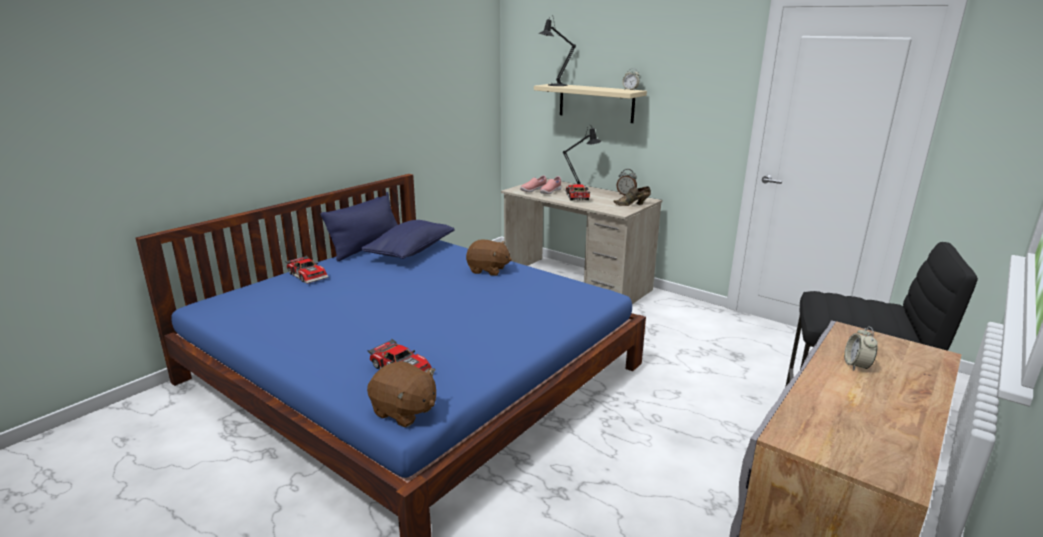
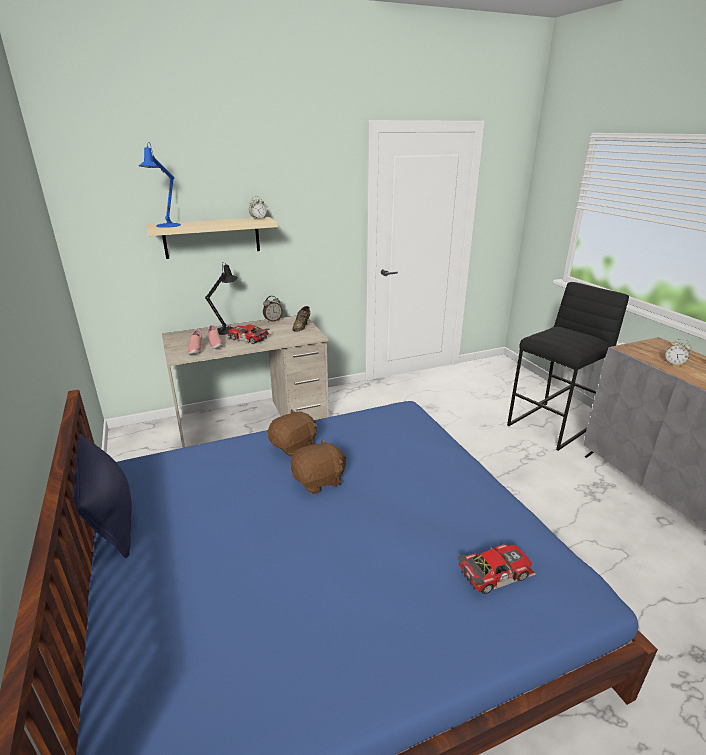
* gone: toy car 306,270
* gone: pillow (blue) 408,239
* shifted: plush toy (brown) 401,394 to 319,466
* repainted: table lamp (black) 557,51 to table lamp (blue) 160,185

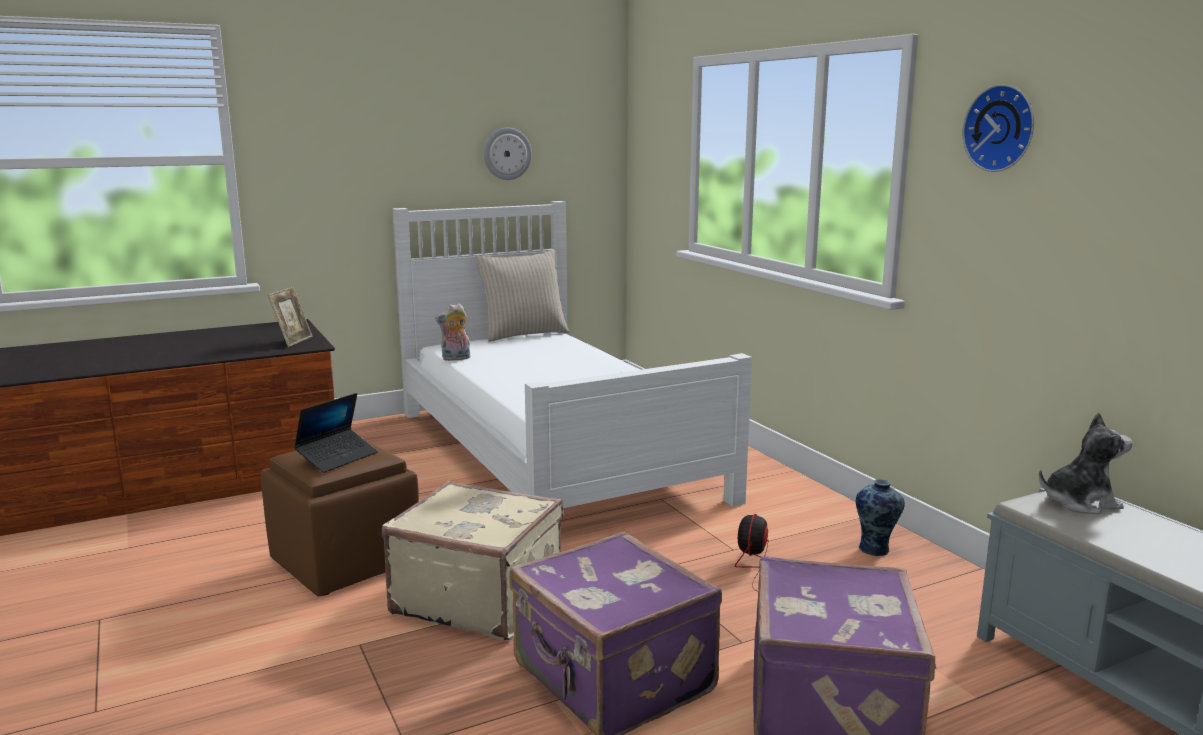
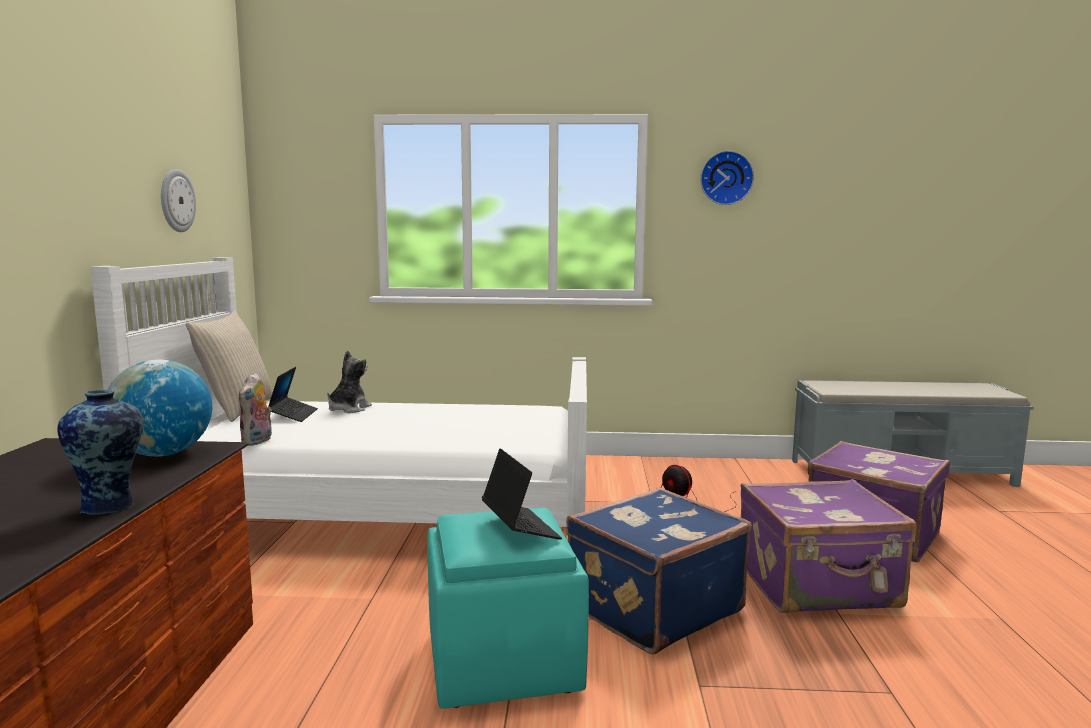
* new: laptop 293,394
* shifted: vase 880,517 to 100,452
* shifted: plush toy 1085,463 to 349,381
* swapped: picture frame 290,317 to globe 160,408
* repainted: ottoman (brown) 340,517 to ottoman (turquoise) 508,608
* repainted: suitcase (beige) 473,560 to suitcase (blue) 659,570

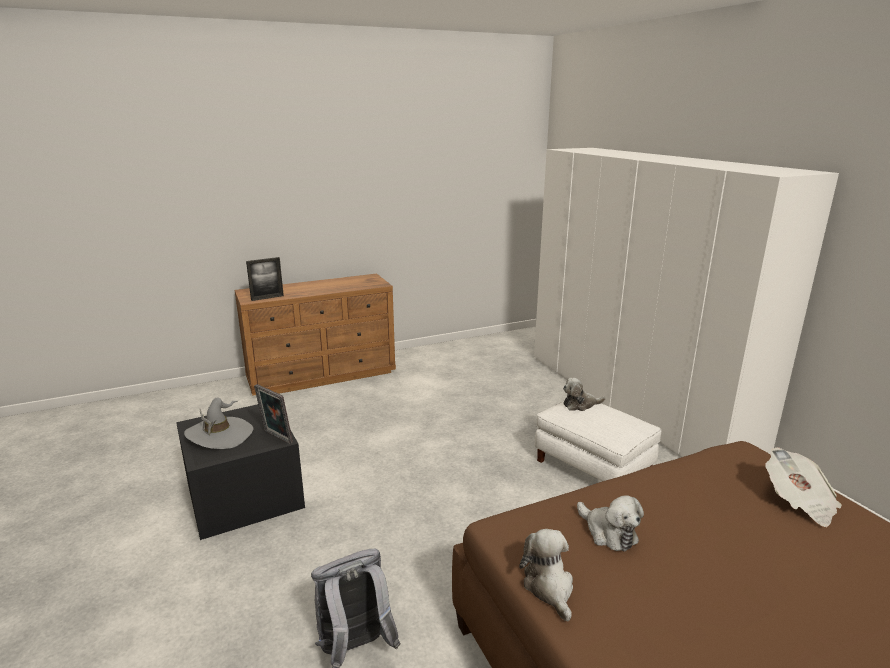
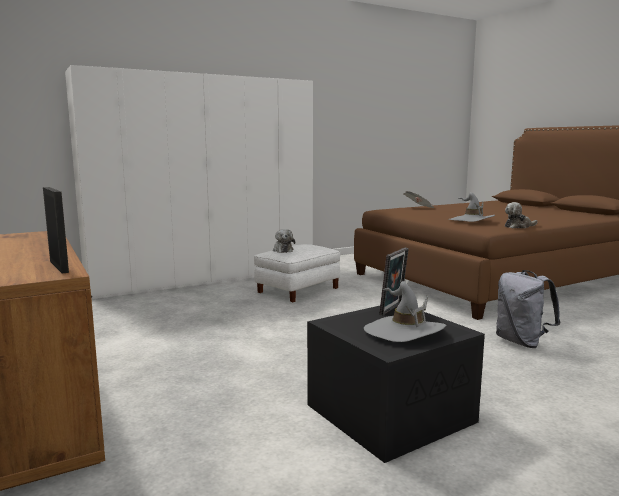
* swapped: plush toy 610,523 to hat (grey) 472,207

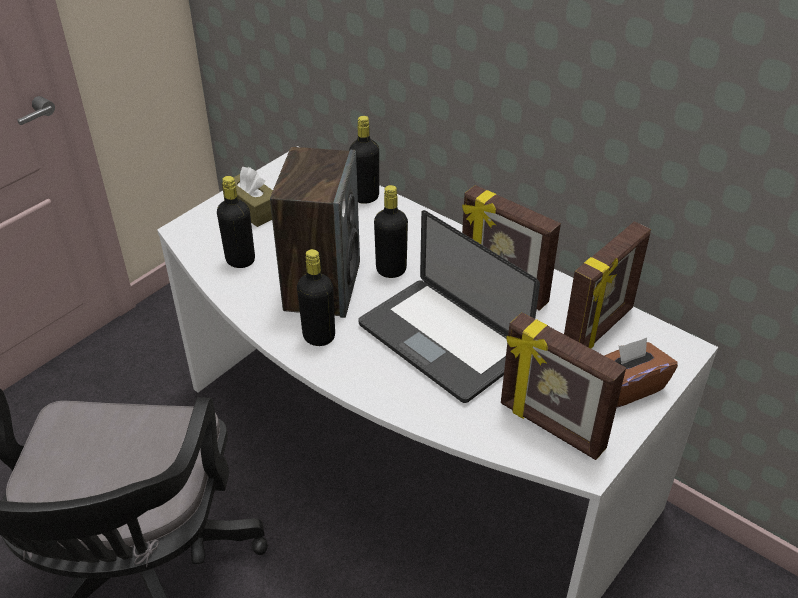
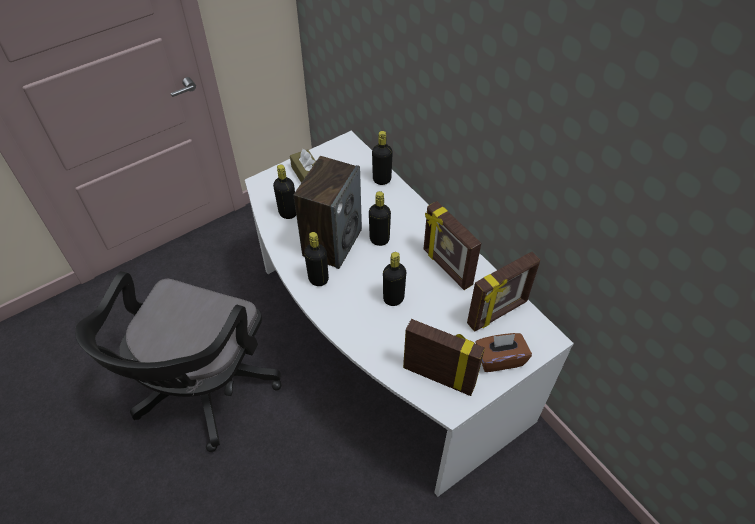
* swapped: laptop 449,306 to bottle (black) 394,279
* rotated: picture frame 563,386 = 444,357 150 degrees clockwise

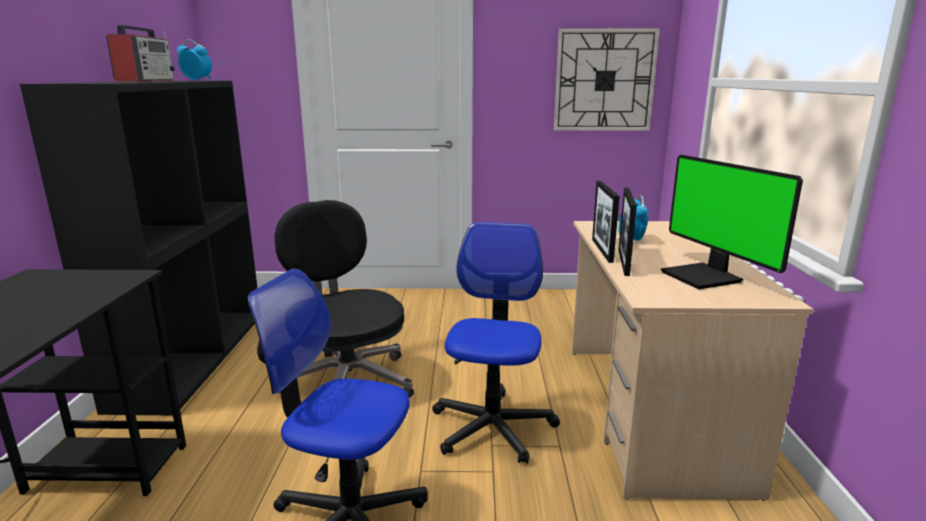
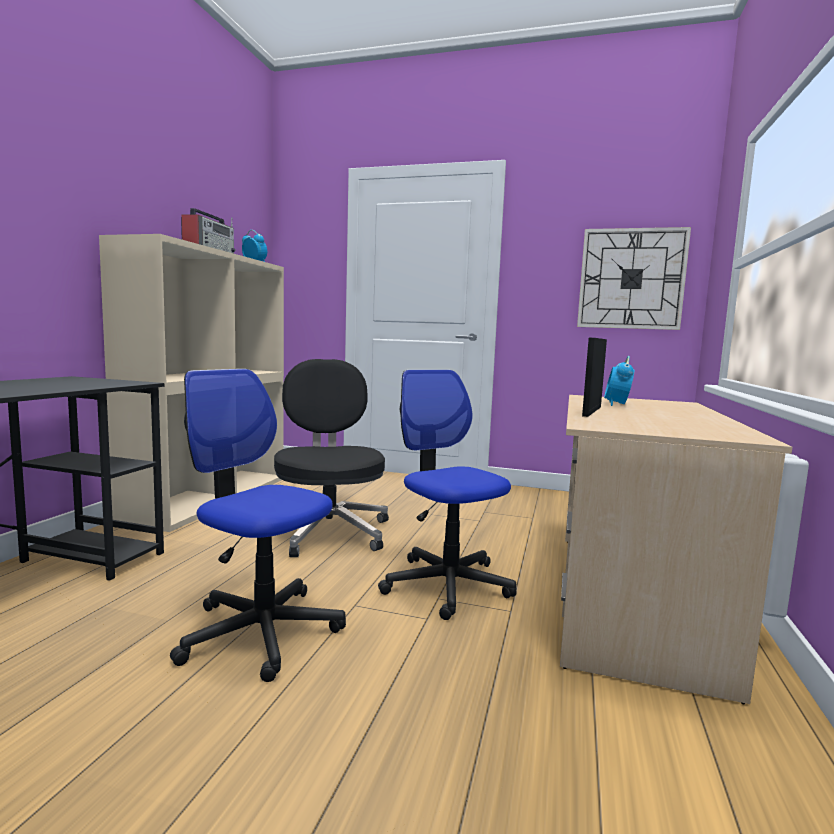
* gone: picture frame 606,222
* gone: monitor 732,222
* repainted: bookcase (black) 139,248 to bookcase (beige) 191,383
* rotated: office chair 496,343 = 447,495 60 degrees counterclockwise

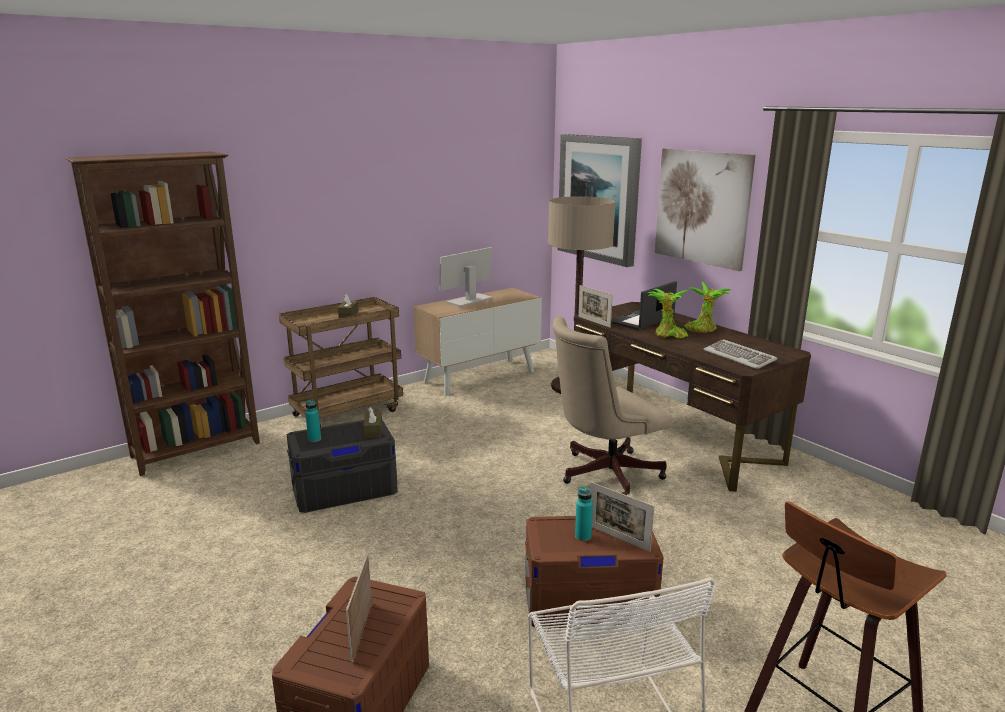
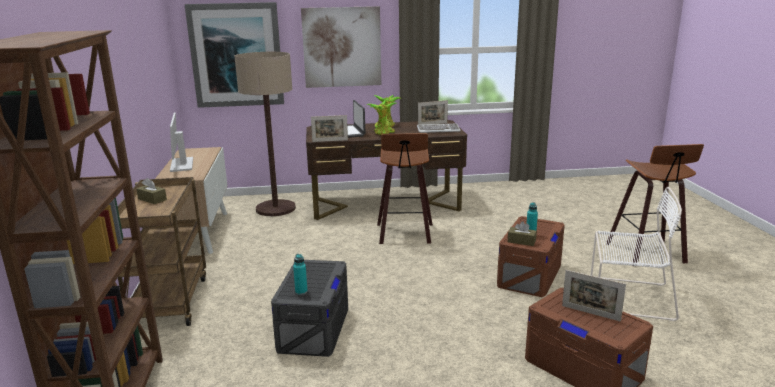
* shifted: tissue box (brown) 372,422 to 522,233
* shifted: picture frame 622,517 to 433,112
* swapped: office chair (beige) 612,406 to stool 405,188

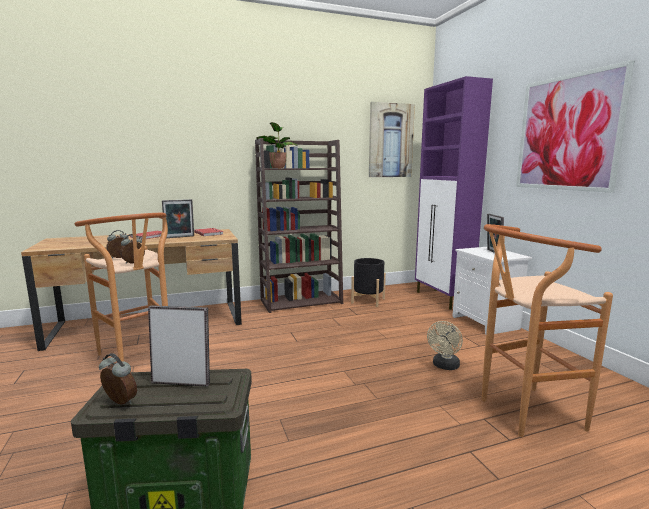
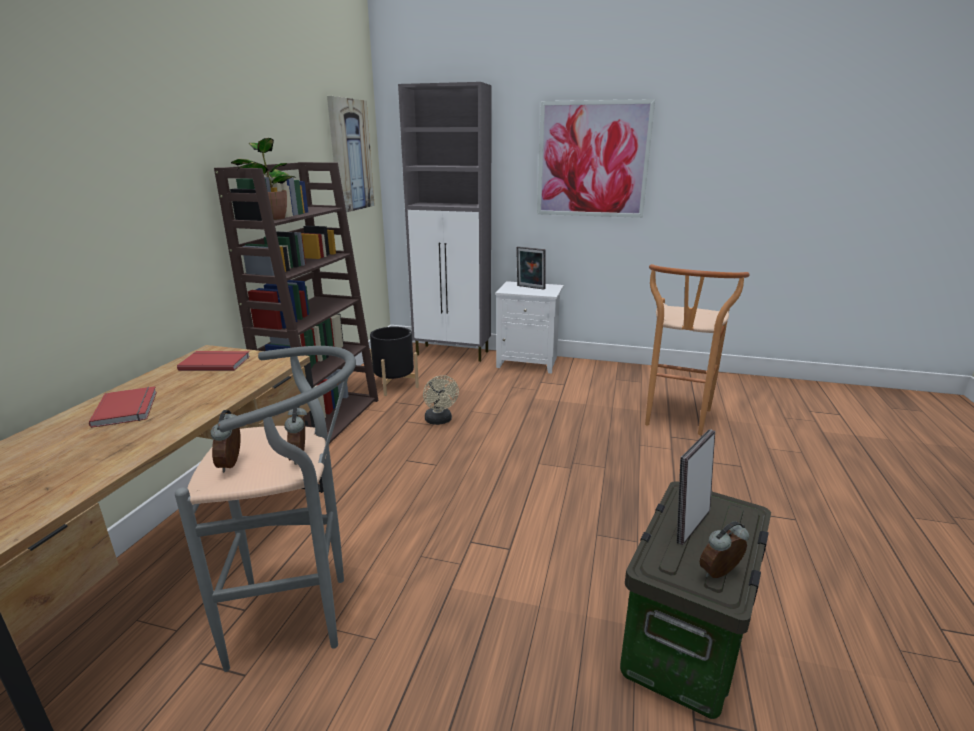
* gone: picture frame 178,218
* shifted: fan (beige) 445,345 to 441,400
* repainted: stool (brown) 121,287 to stool (grey) 265,509
* repainted: cabinet (purple) 454,193 to cabinet (grey) 445,222

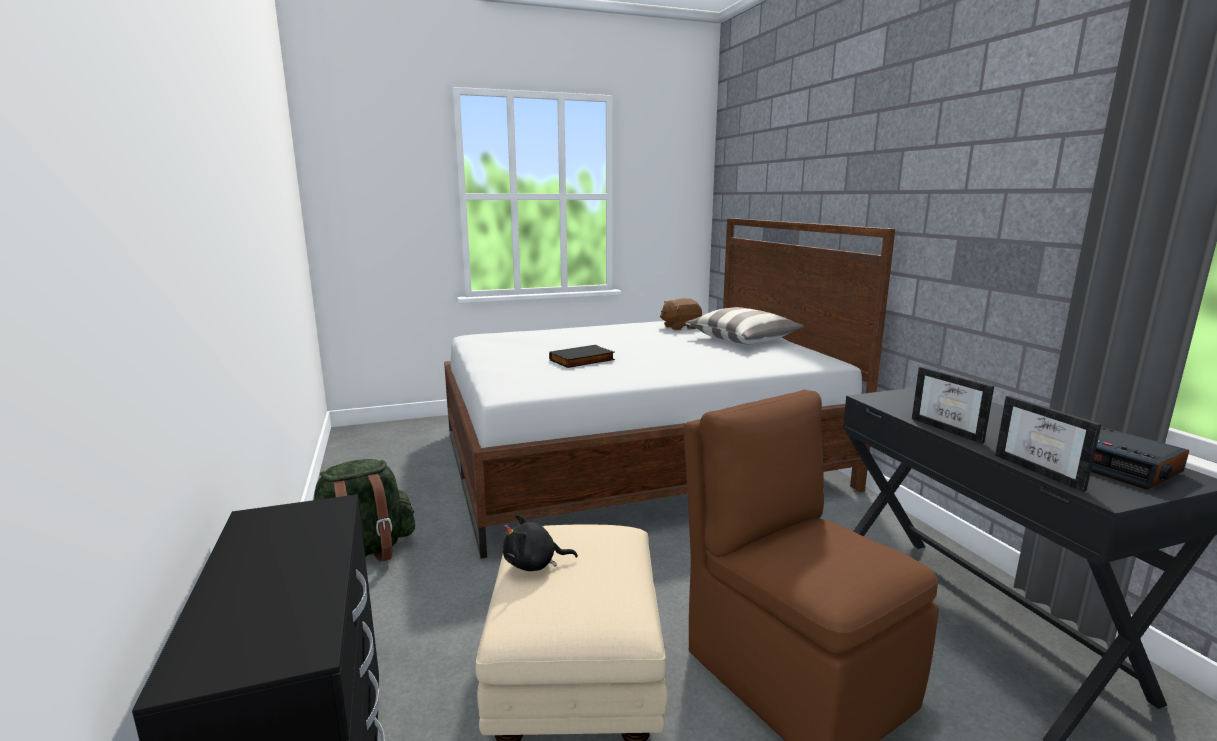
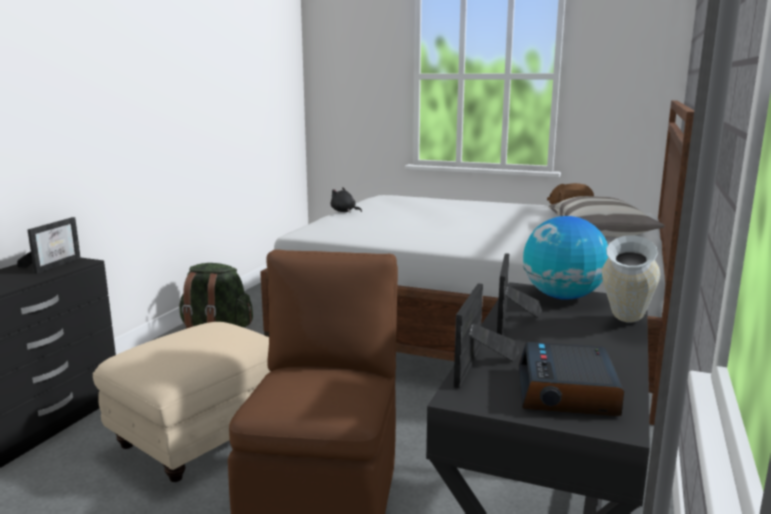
* gone: book (black) 582,356
* new: picture frame 49,245
* new: globe 565,258
* new: vase 631,279
* shifted: plush toy (black) 540,542 to 346,200

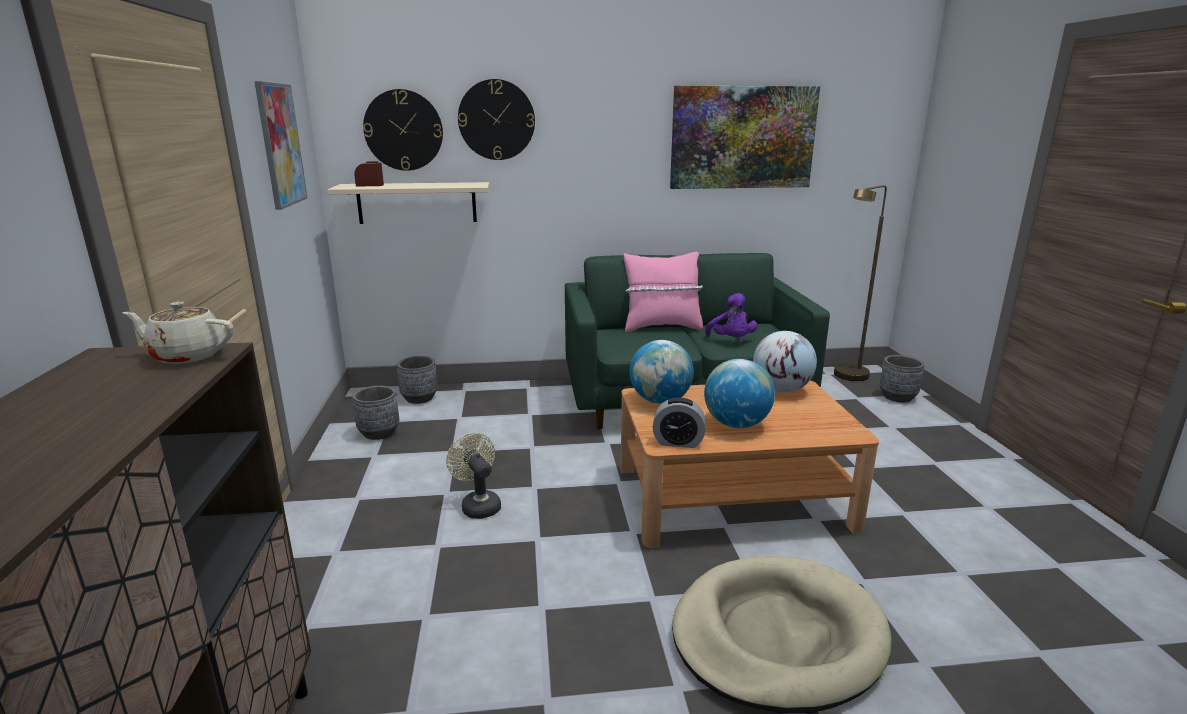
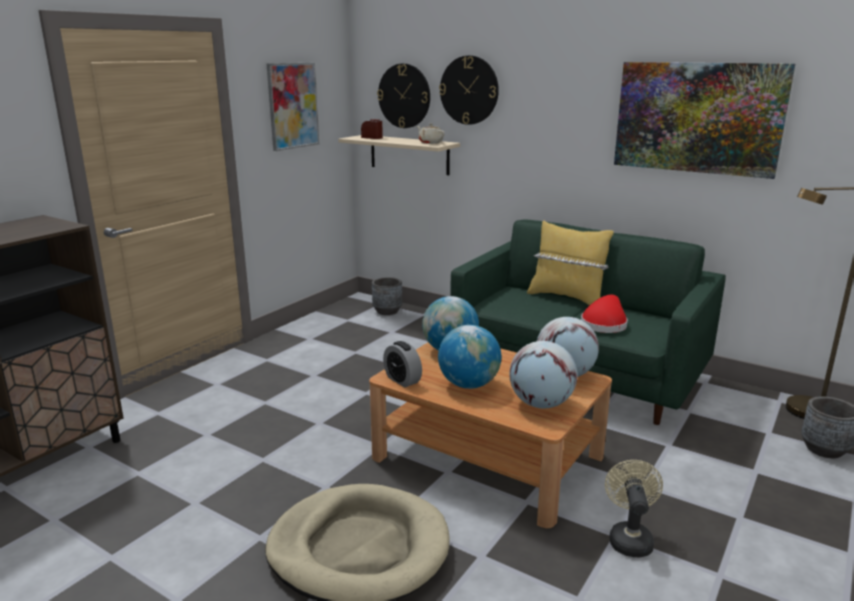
* gone: planter (grey) 375,412
* new: globe 543,374
* shifted: teapot (beige) 178,333 to 431,133
* shifted: fan (beige) 473,476 to 634,508
* swapped: plush toy (purple) 731,315 to hat (red) 604,314
* repainted: pillow (pink) 663,292 to pillow (yellow) 570,262

